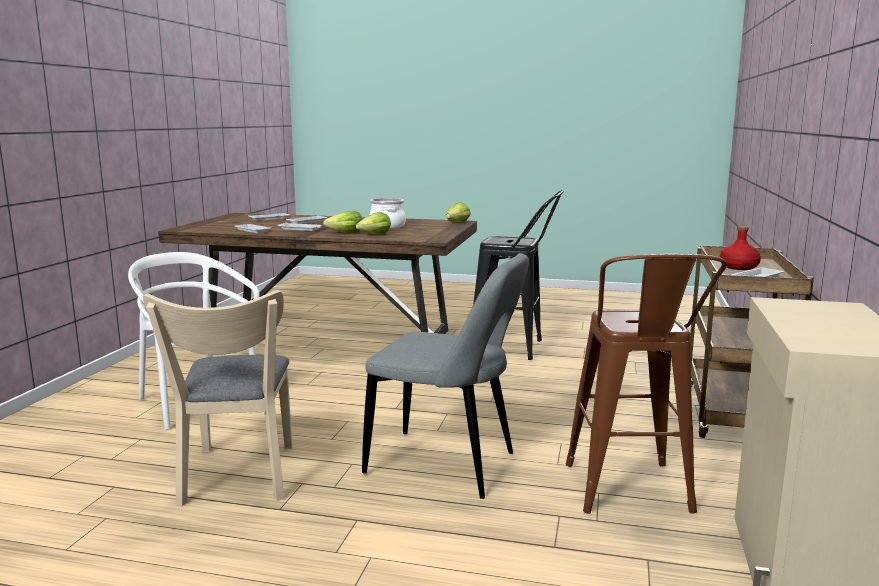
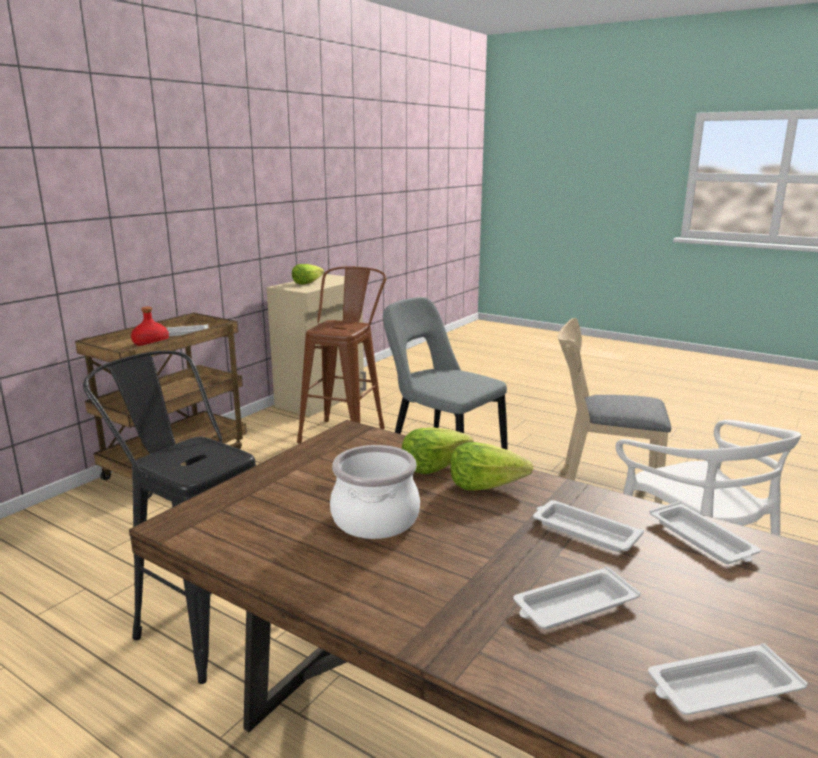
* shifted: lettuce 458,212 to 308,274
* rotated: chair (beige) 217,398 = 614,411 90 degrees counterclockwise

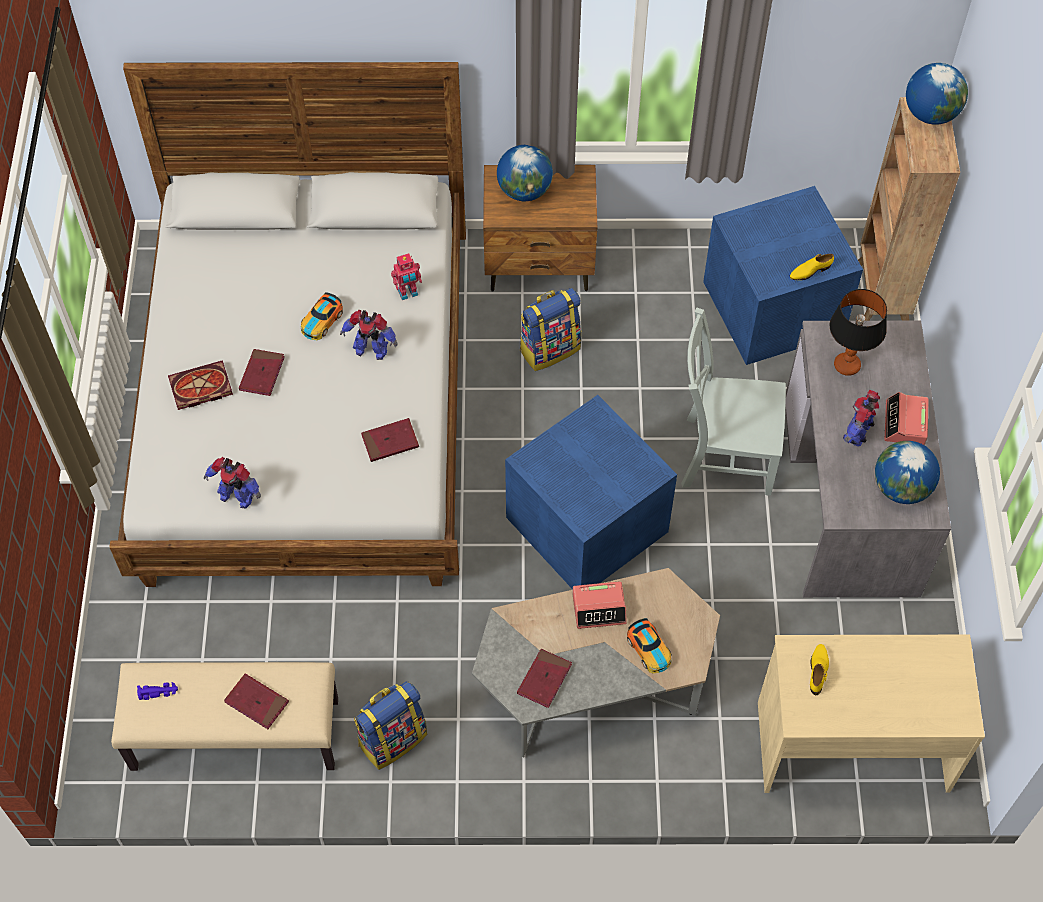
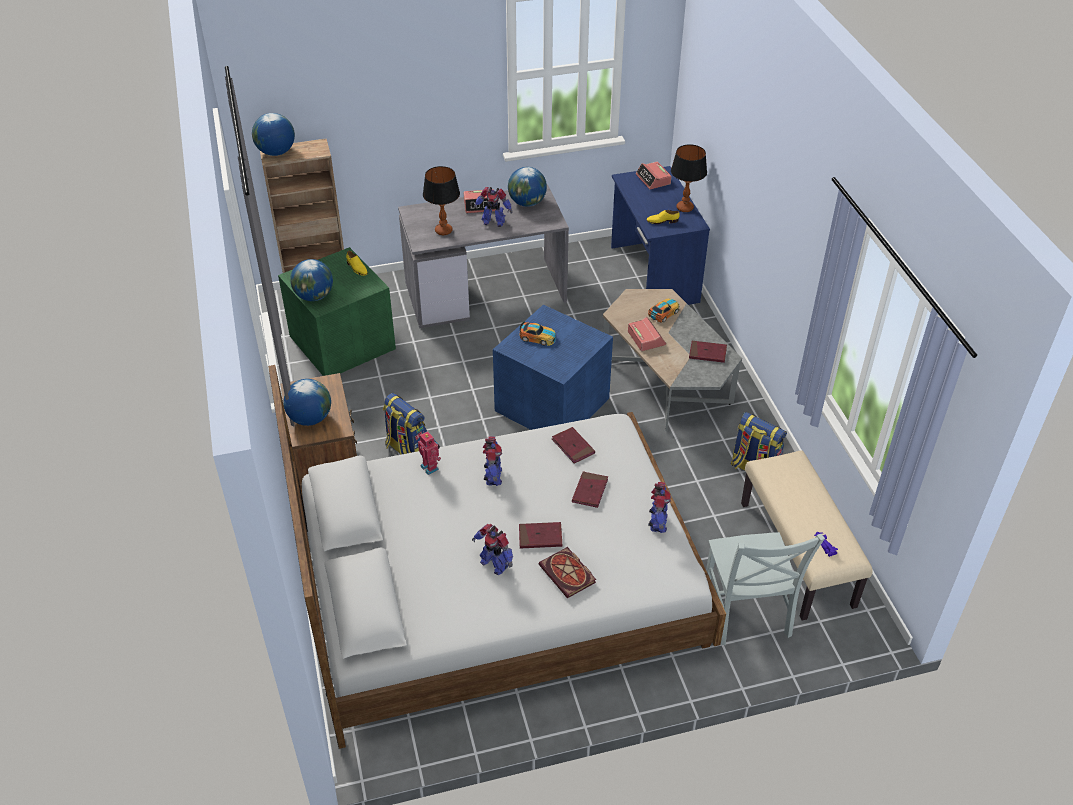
* new: globe 311,280
* new: toy robot 492,549
* new: alarm clock 653,175
* new: table lamp 689,178
* shifted: book (red) 256,701 to 590,490
* shifted: toy car 322,316 to 537,333
* shifted: chair (grey) 733,401 to 765,588
* repainted: storage box (blue) 783,275 to storage box (green) 337,311
* repainted: desk (beige) 871,714 to desk (blue) 660,235

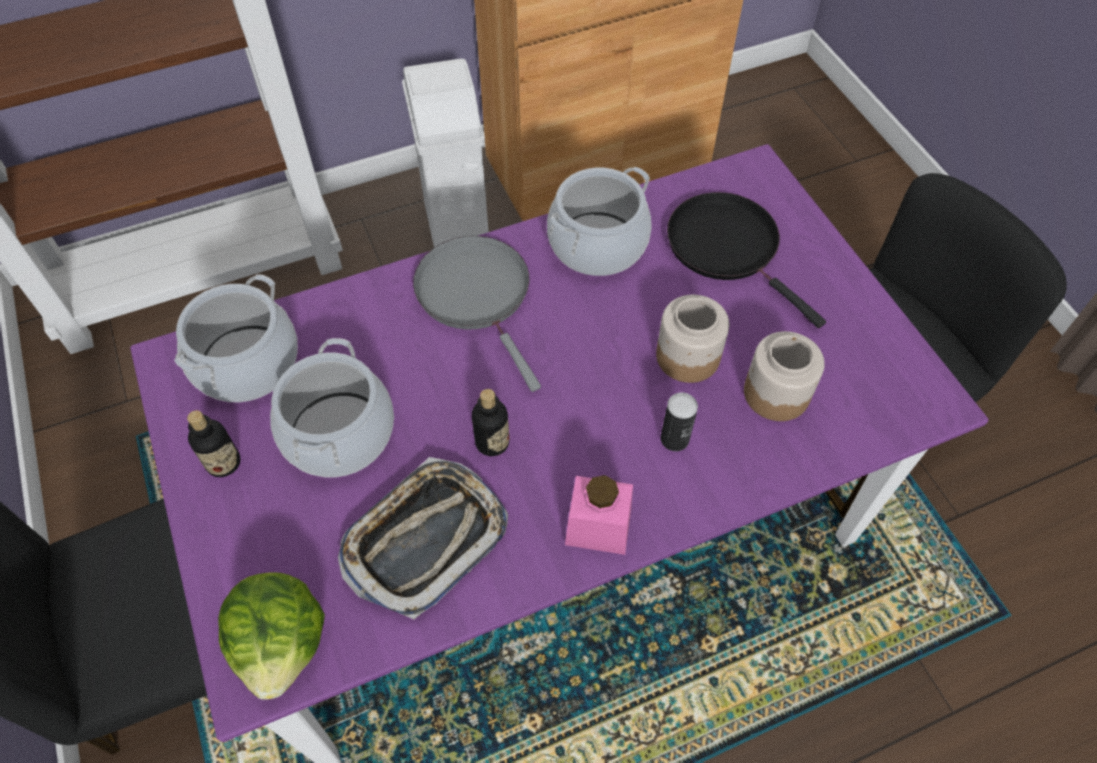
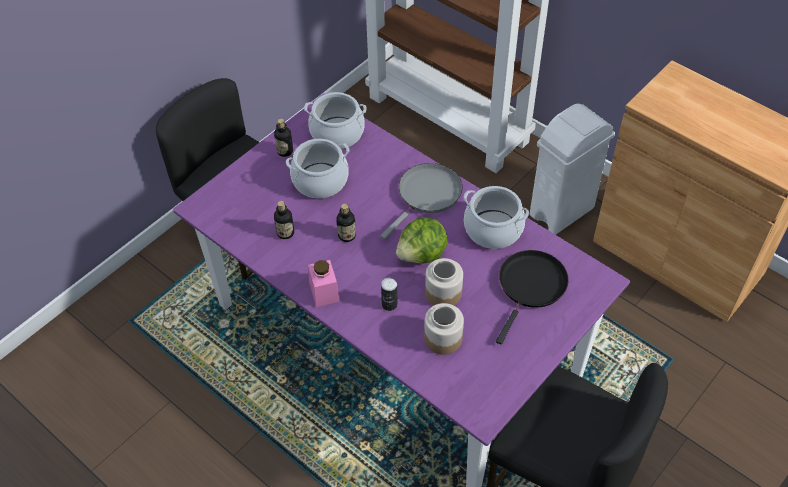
* shifted: lettuce 271,636 to 422,240
* swapped: tray 423,538 to bottle 284,220

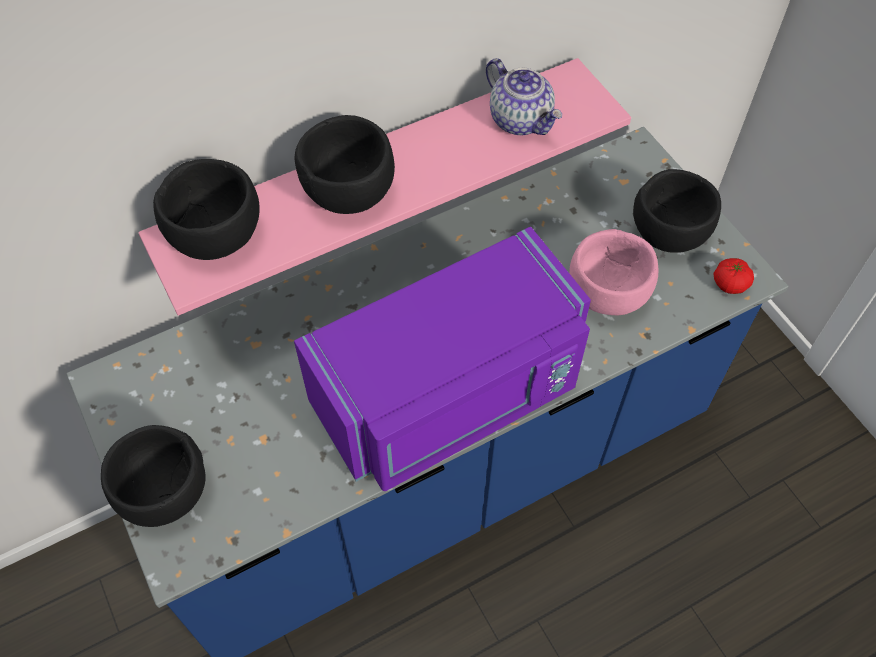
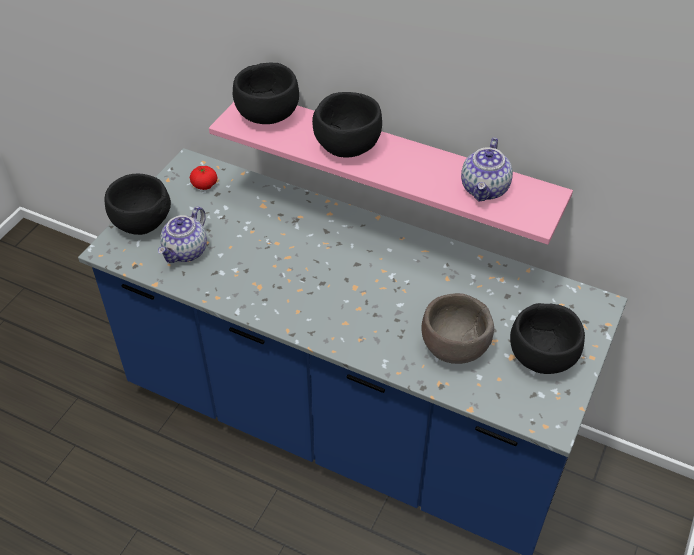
* gone: microwave (purple) 442,359
* new: teapot 182,235
* shifted: tomato 733,276 to 203,178
* repainted: bowl (pink) 613,272 to bowl (brown) 458,328

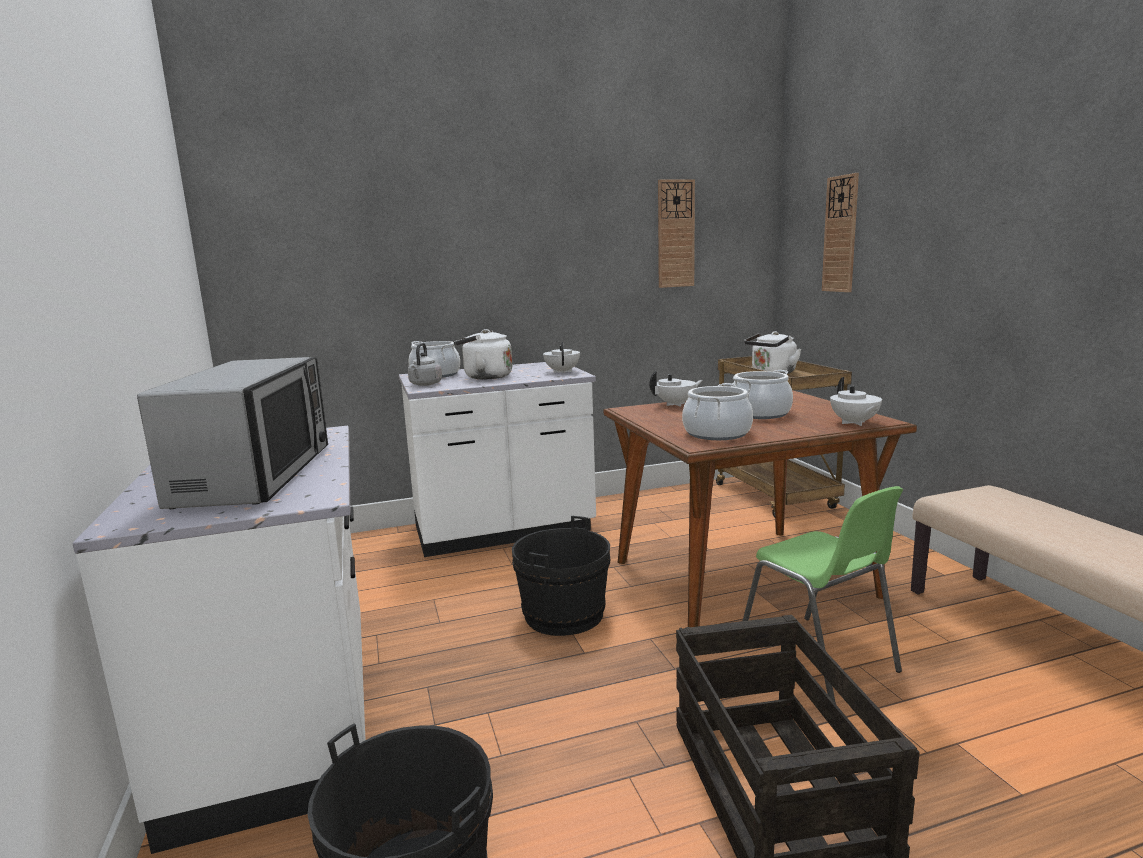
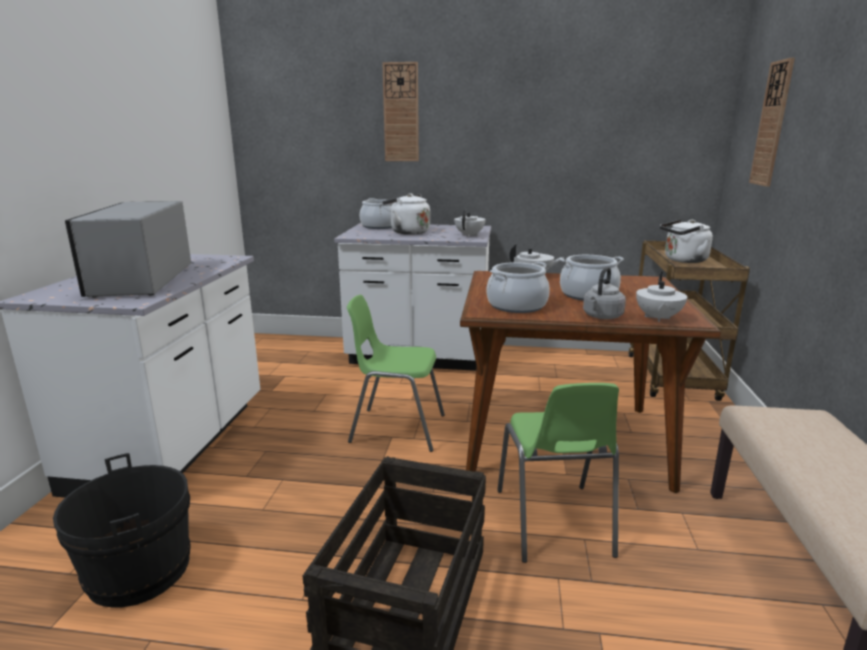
* shifted: kettle (grey) 425,364 to 604,293
* shifted: wall clock 676,233 to 400,111
* swapped: bucket (black) 561,576 to chair (green) 396,373
* rotated: microwave 232,433 = 128,249 150 degrees clockwise

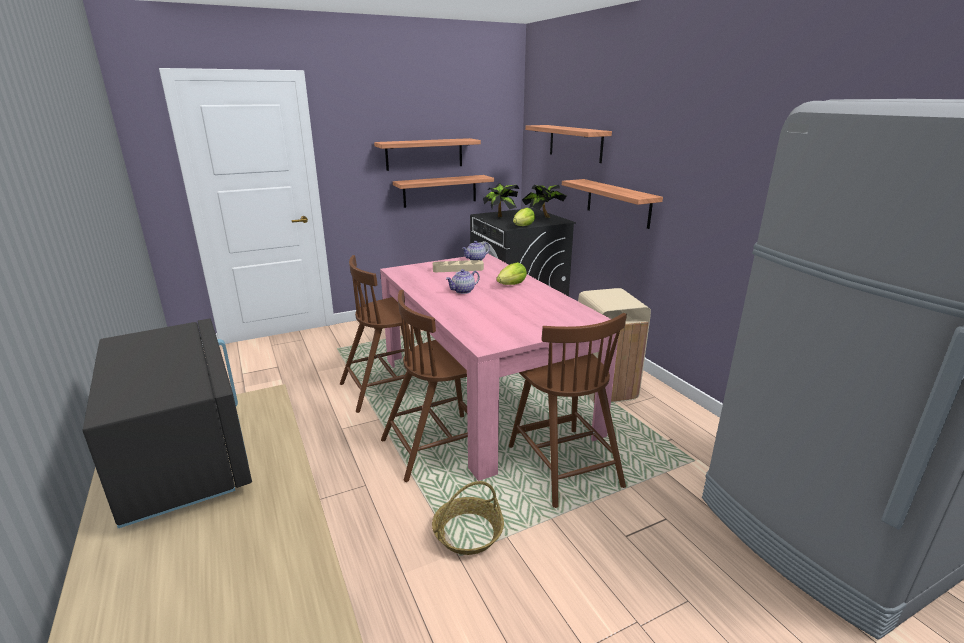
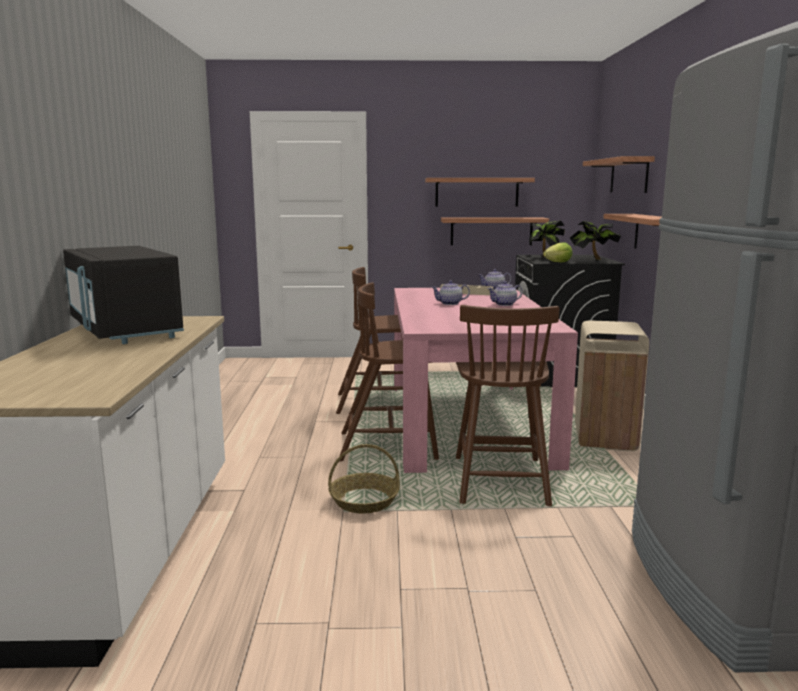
* swapped: lettuce 511,273 to teapot 505,293
* rotated: microwave (black) 167,423 = 123,295 150 degrees clockwise

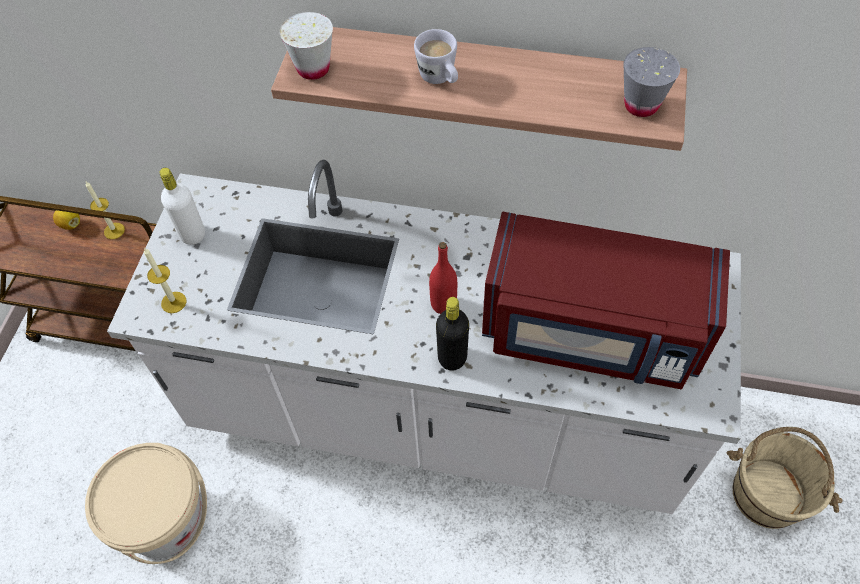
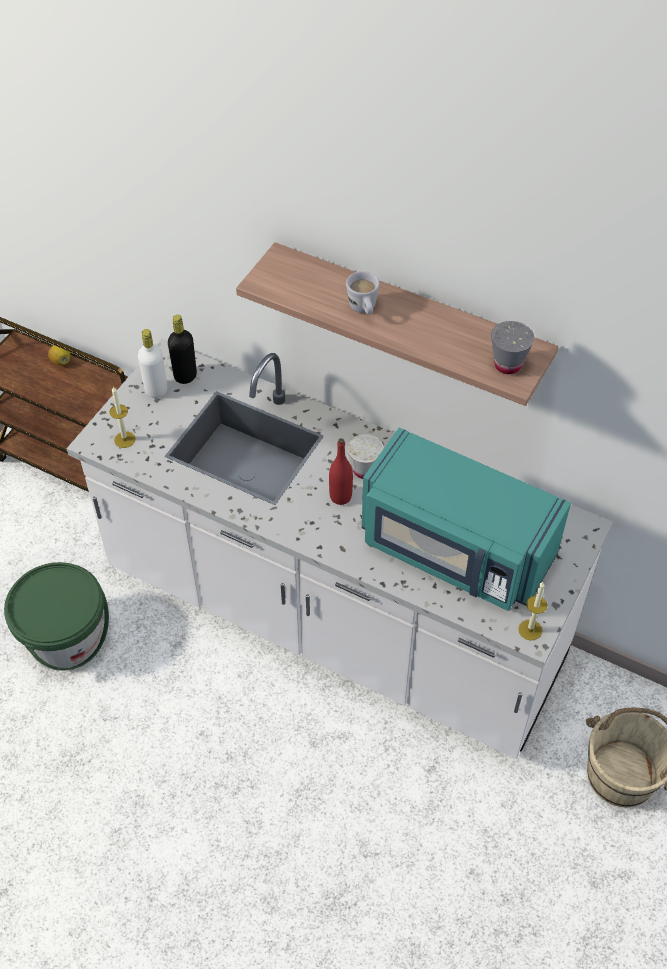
* shifted: candle 105,210 to 532,611
* shifted: cup (white) 306,46 to 365,456
* shifted: bottle (black) 452,334 to 182,349
* repainted: bucket (beige) 146,503 to bucket (green) 56,616
* repainted: microwave (red) 606,300 to microwave (turquoise) 466,519

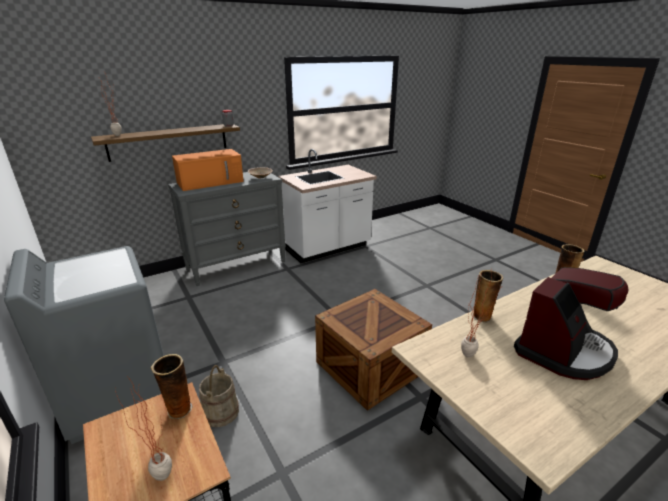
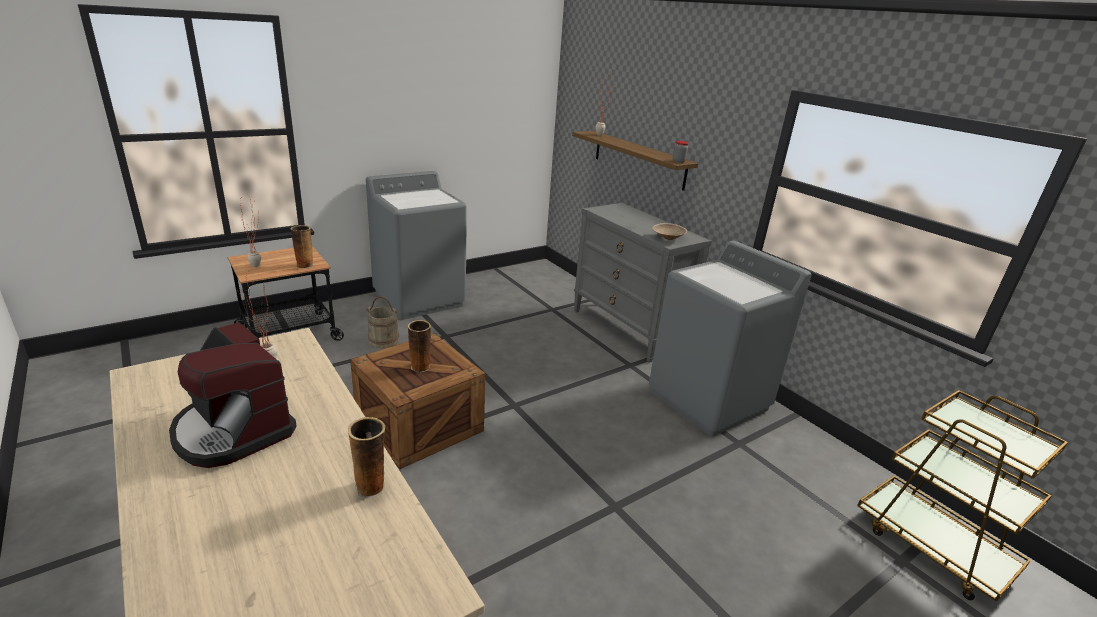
* gone: microwave (orange) 208,170
* new: cart (brown) 962,496
* shifted: vase 487,296 to 419,346
* swapped: counter (white) 327,206 to washing machine (grey) 730,339

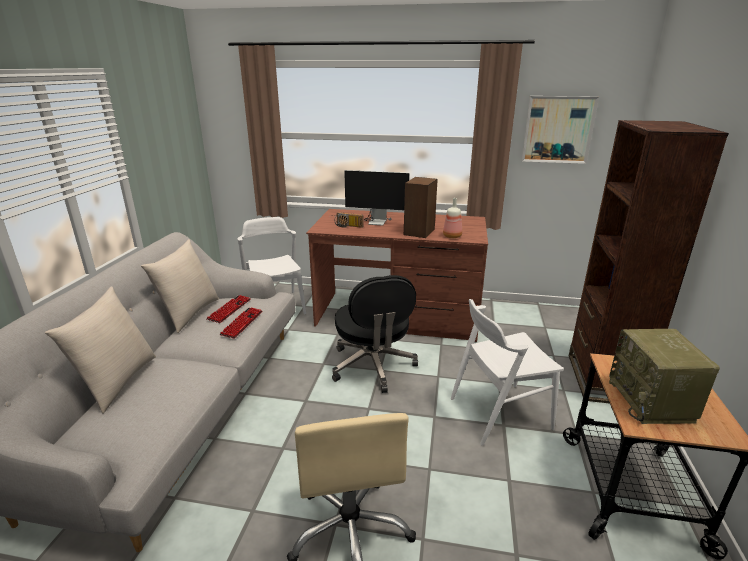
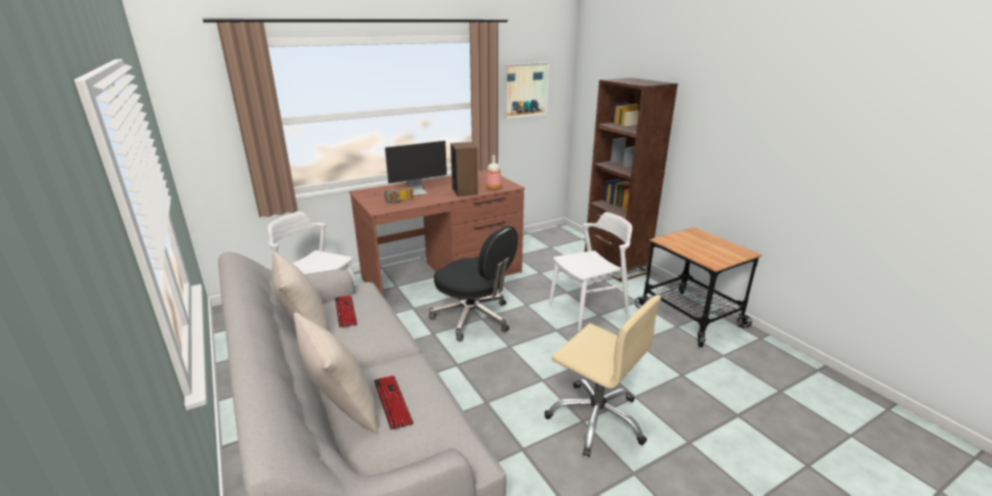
* gone: radio 664,376
* shifted: keyboard 240,323 to 393,402
* rotated: chair (white) 507,372 = 590,271 150 degrees counterclockwise

